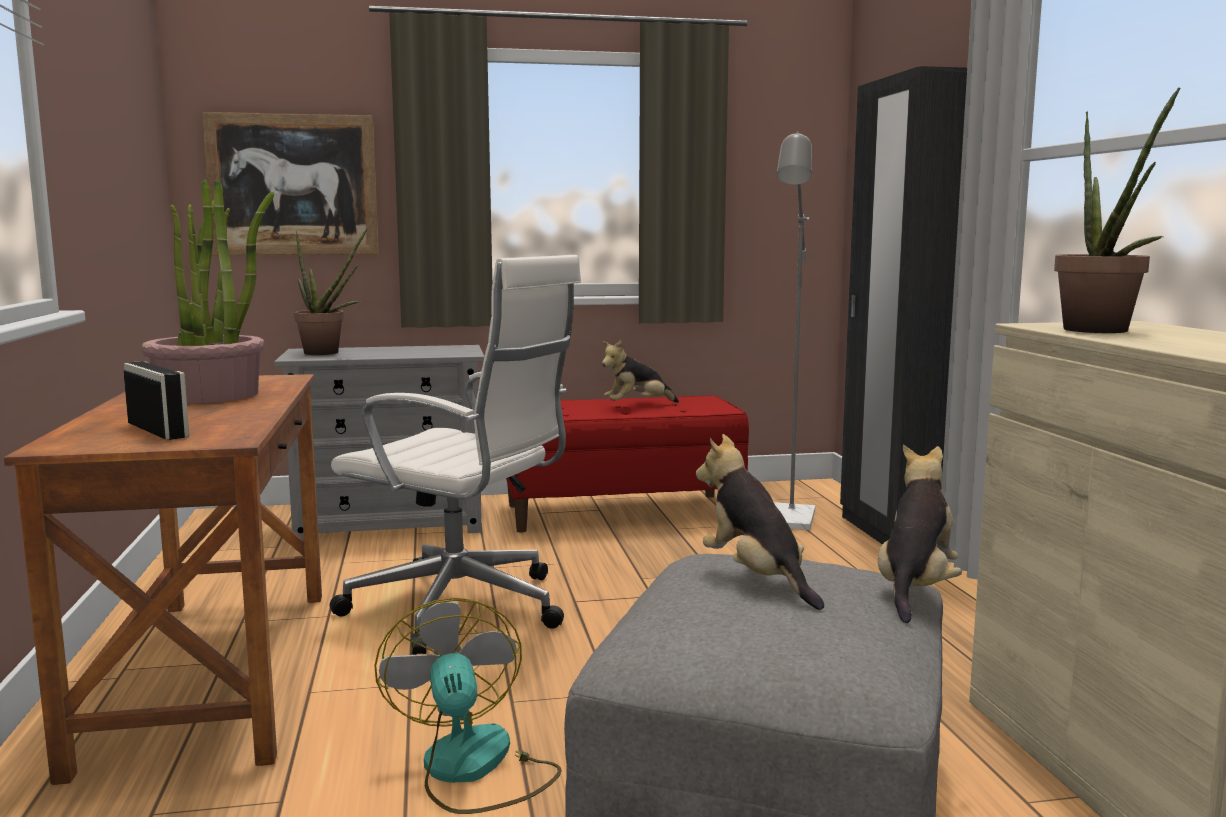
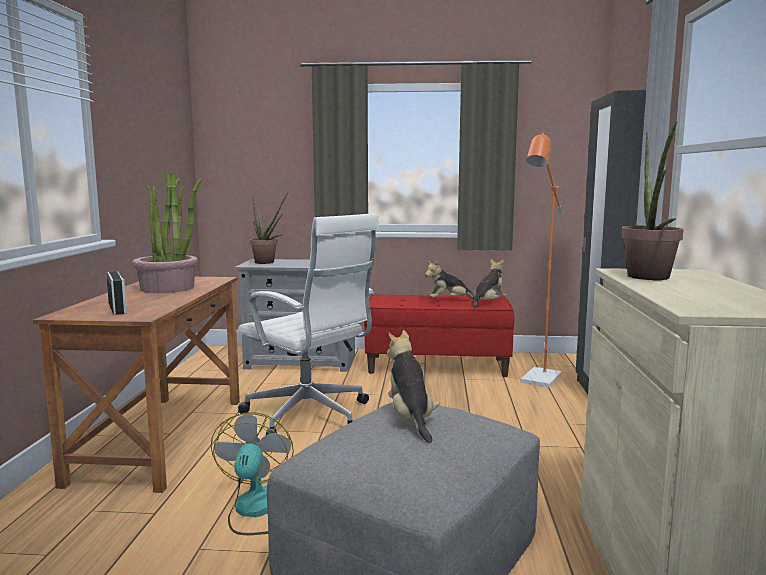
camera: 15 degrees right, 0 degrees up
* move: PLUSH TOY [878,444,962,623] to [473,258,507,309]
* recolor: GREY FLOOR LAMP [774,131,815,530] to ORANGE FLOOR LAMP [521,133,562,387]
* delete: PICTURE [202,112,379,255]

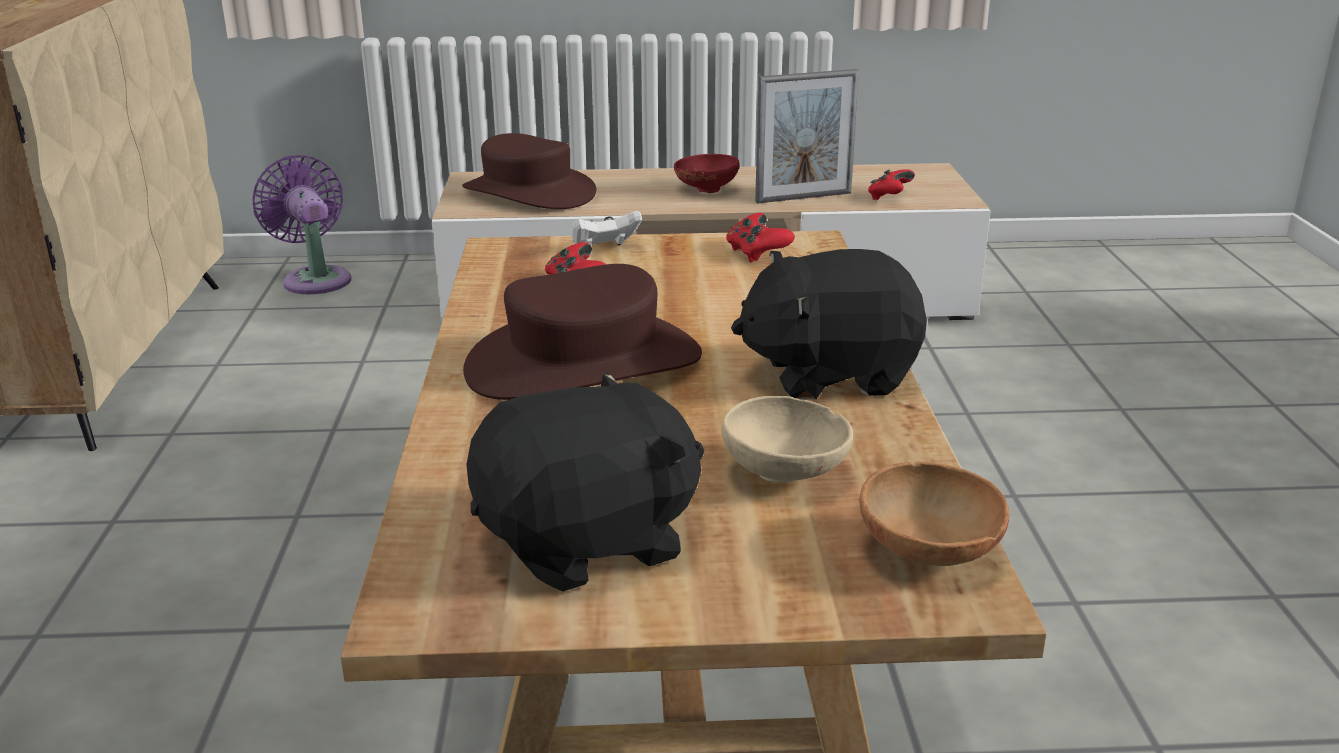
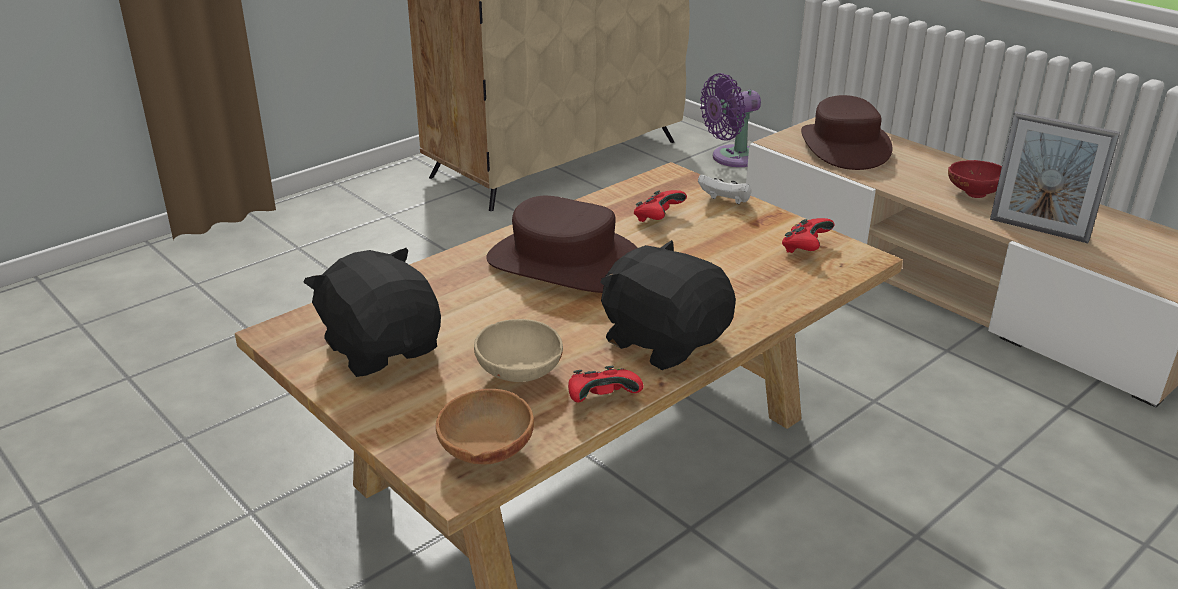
camera: 50 degrees right, 5 degrees up
* rotate: BLACK PLUSH TOY [466,370,704,592] = [303,248,441,377] 150 degrees counterclockwise
* move: RED GAME CONTROLLER [868,169,915,200] to [568,366,644,402]
* rotate: PURPLE FAN [253,155,351,294] = [700,73,761,167] 135 degrees counterclockwise

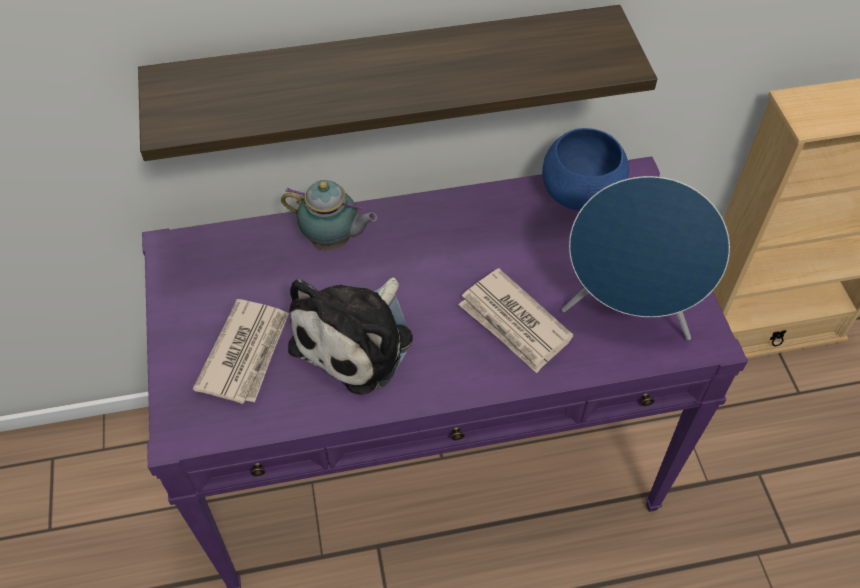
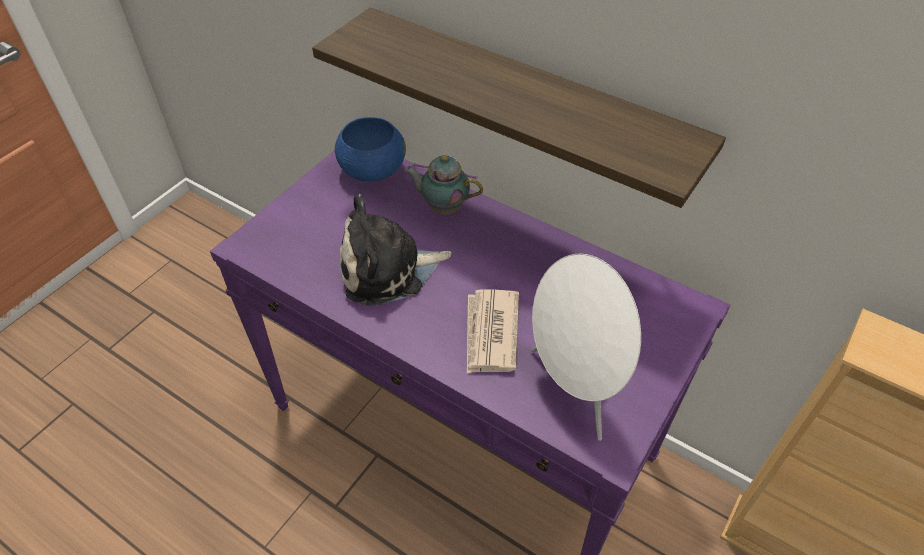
camera: 45 degrees right, 5 degrees down
* move: BLUE BOWL [542,128,629,211] to [335,117,406,181]
* rotate: TEAPOT [281,180,377,250] = [404,155,483,214] 135 degrees clockwise
* recolor: BLUE SPEAKER [562,176,730,340] to WHITE SPEAKER [531,254,641,441]
* delete: NEWSPAPER [193,299,289,404]

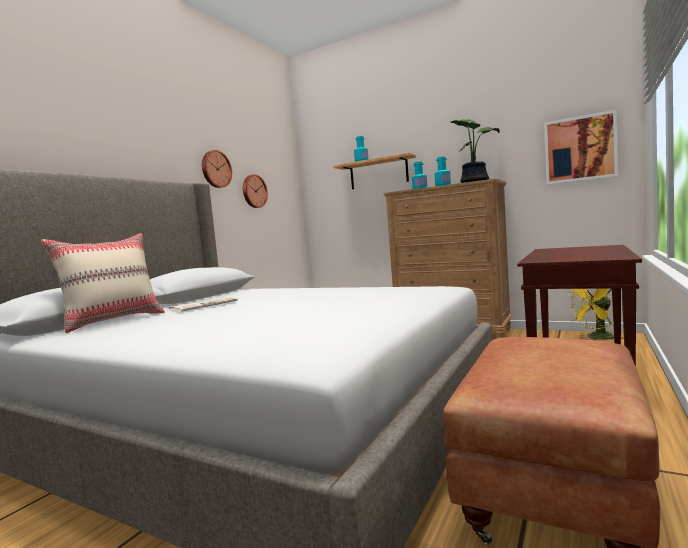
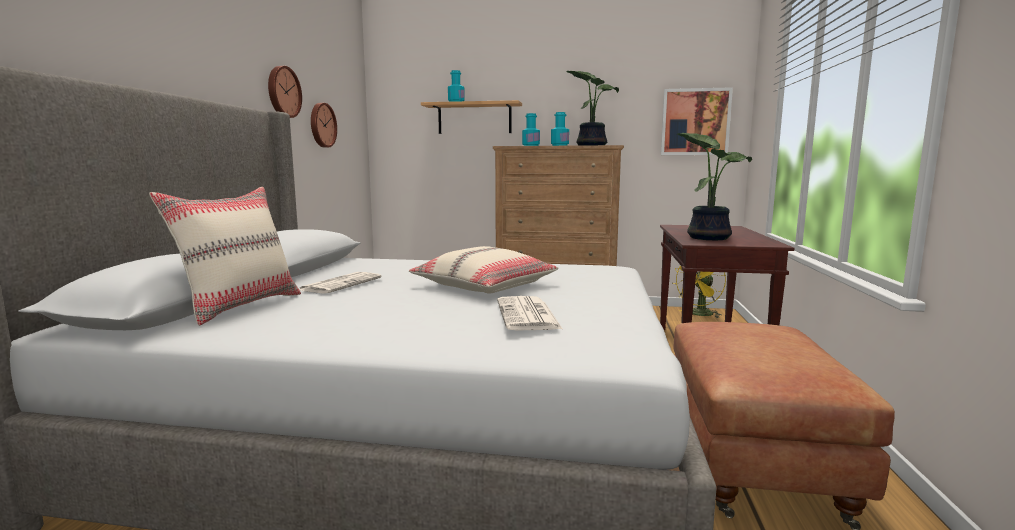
camera: 20 degrees left, 5 degrees up
* insert: BEIGE PILLOW [409,246,559,294]
* insert: NEWSPAPER [497,296,563,330]
* insert: POTTED PLANT [677,133,752,240]

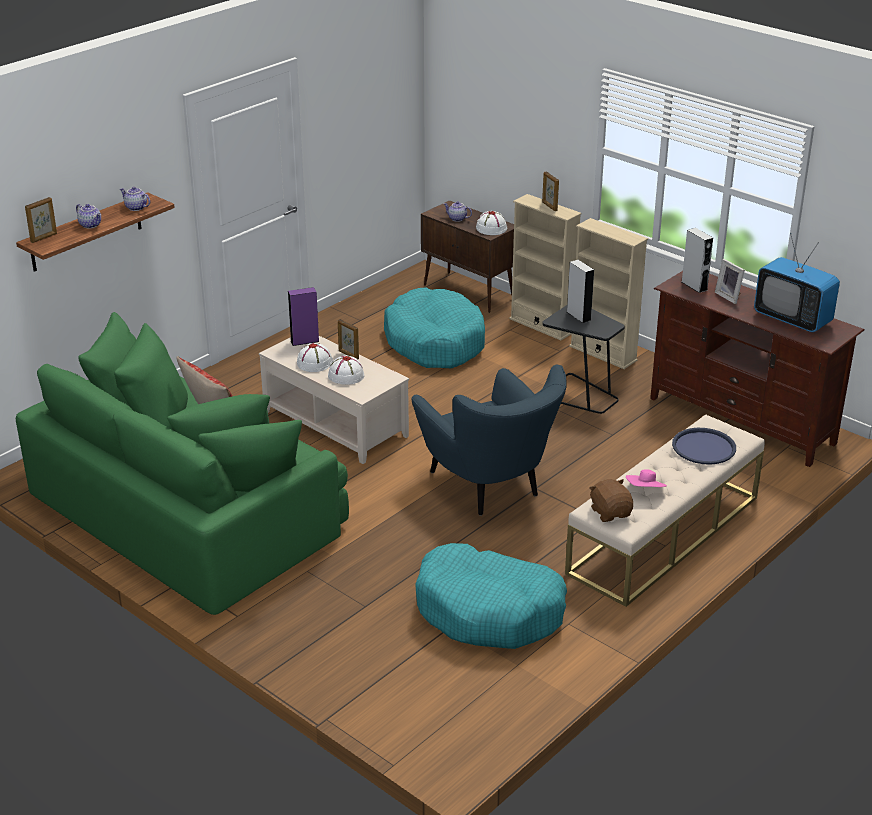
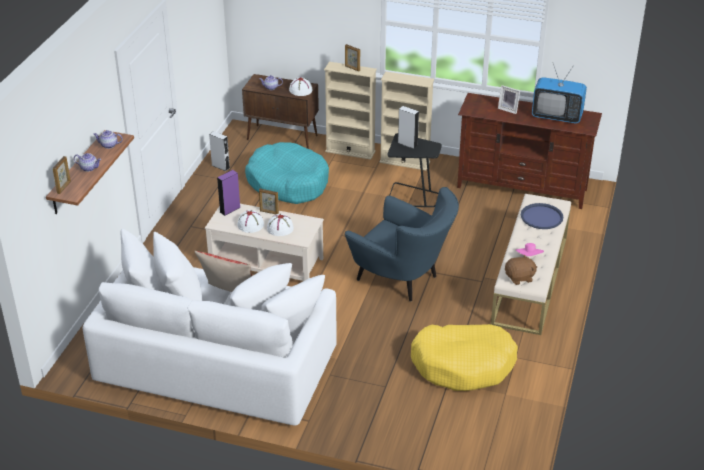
camera: 25 degrees left, 5 degrees up
* recolor: GREEN SOFA [16,312,349,615] to WHITE SOFA [83,229,337,425]
* move: GREY SPEAKER [682,228,713,293] to [209,131,230,171]
* recolor: TURQUOISE DOG BED [415,543,567,649] to YELLOW DOG BED [411,324,518,391]
* rotate: BROWN PLUSH TOY [589,479,633,522] = [505,254,537,285] 120 degrees clockwise

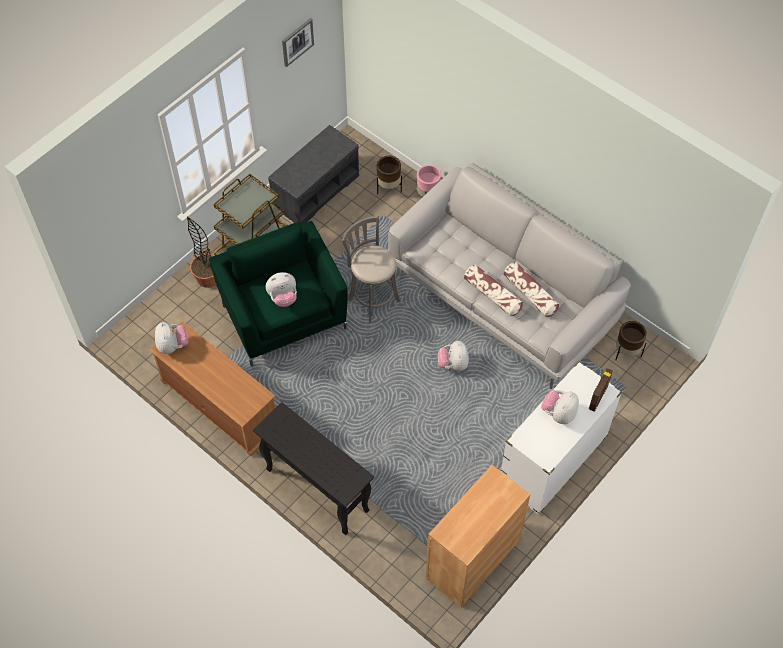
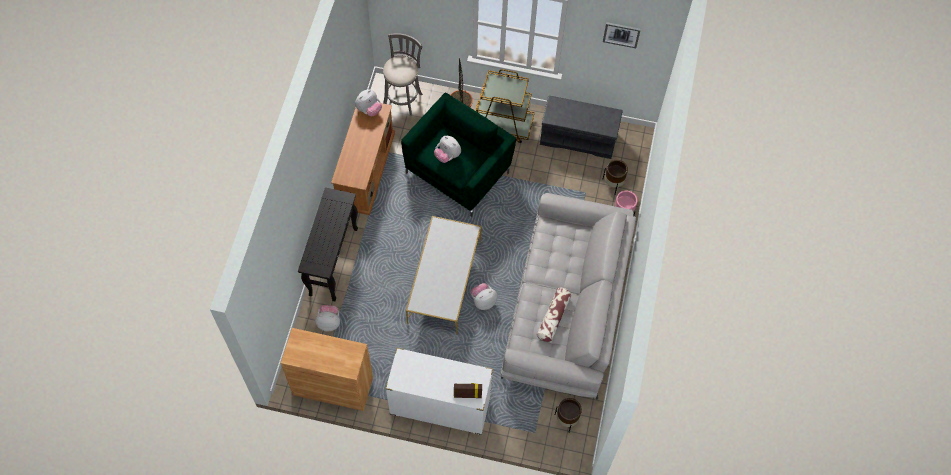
camera: 60 degrees right, 5 degrees up
* move: PLUSH TOY [541,390,579,424] to [315,305,340,331]
* move: GREY STOOL [342,216,401,323] to [383,33,423,116]
* insert: WHITE COFFEE TABLE [406,216,482,335]
* delete: PILLOW [464,264,523,316]

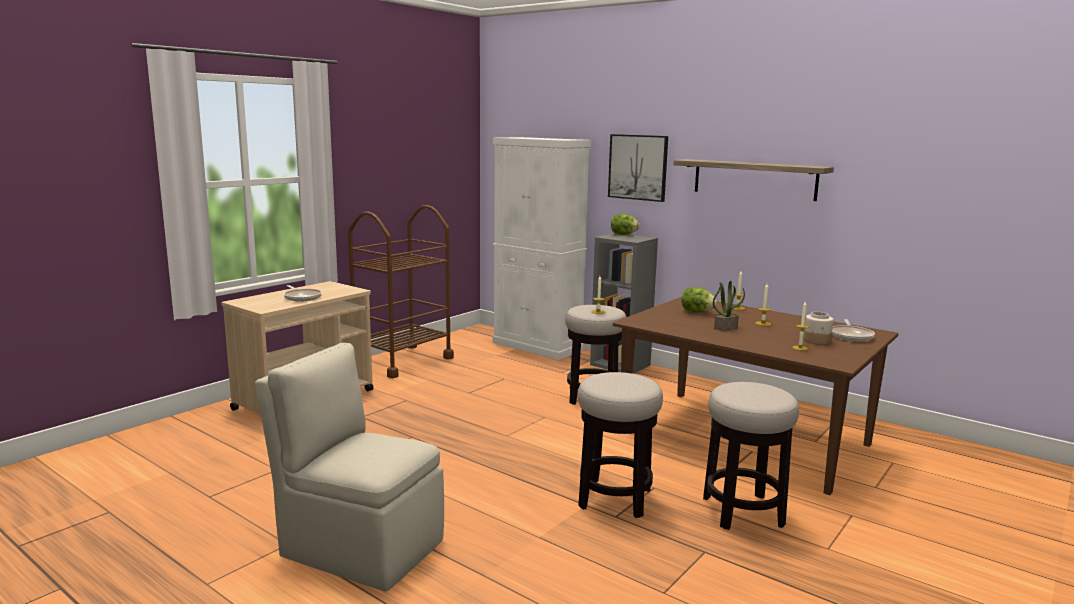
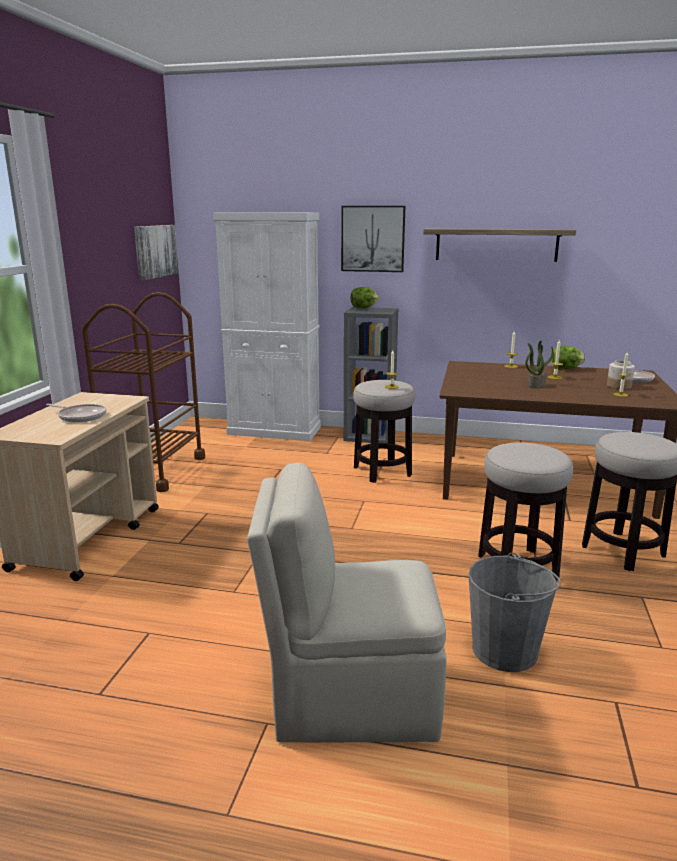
camera: 25 degrees left, 5 degrees up
* insert: PICTURE [134,225,179,281]
* insert: GREY BUCKET [469,552,561,672]
* move: LETTUCE [682,287,717,312] to [552,346,585,369]

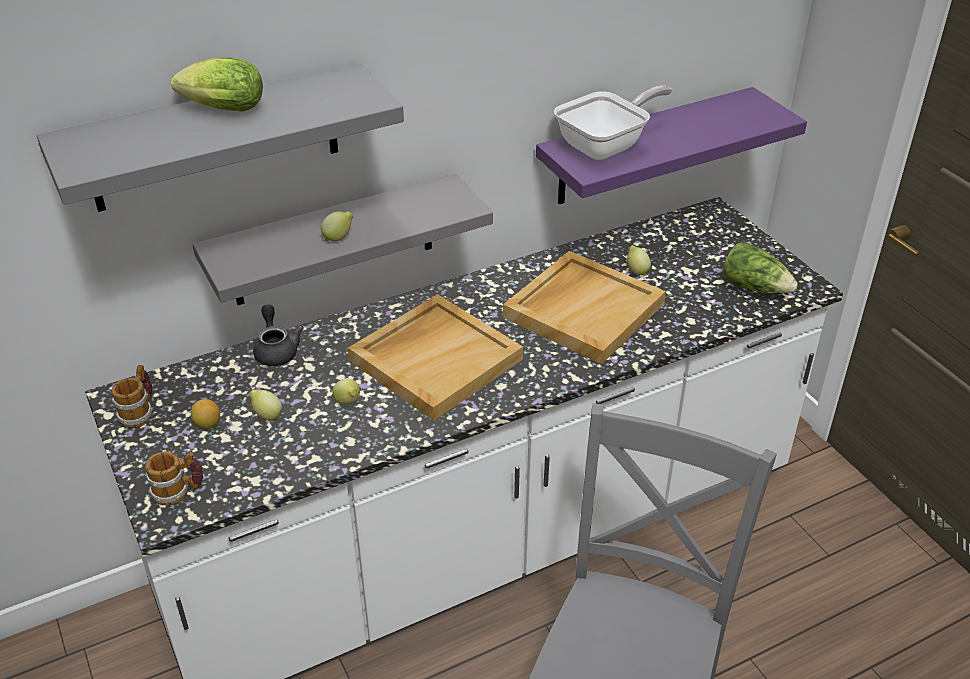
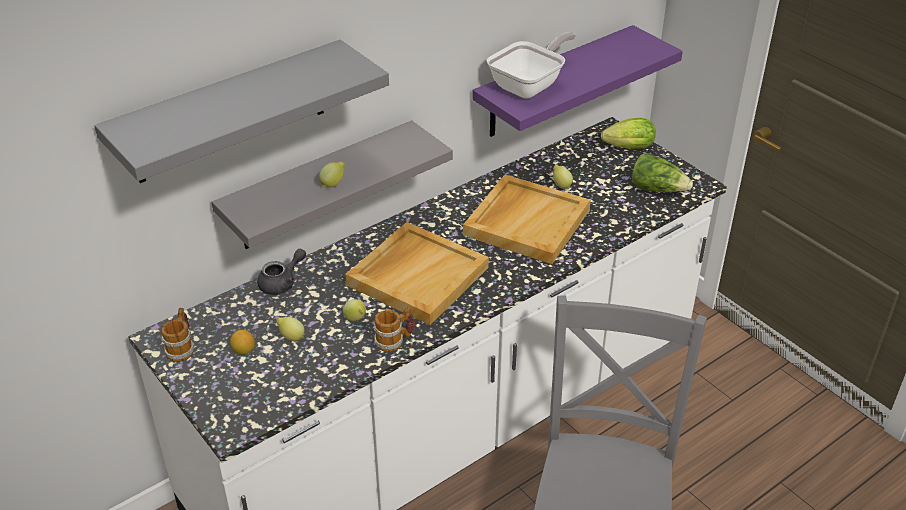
camera: 10 degrees left, 0 degrees up
* rotate: GREY TEAPOT [253,305,304,366] = [257,248,306,295] 75 degrees clockwise
* move: MUG [145,451,204,506] to [374,307,415,352]
* move: LETTUCE [171,57,263,112] to [601,118,656,149]

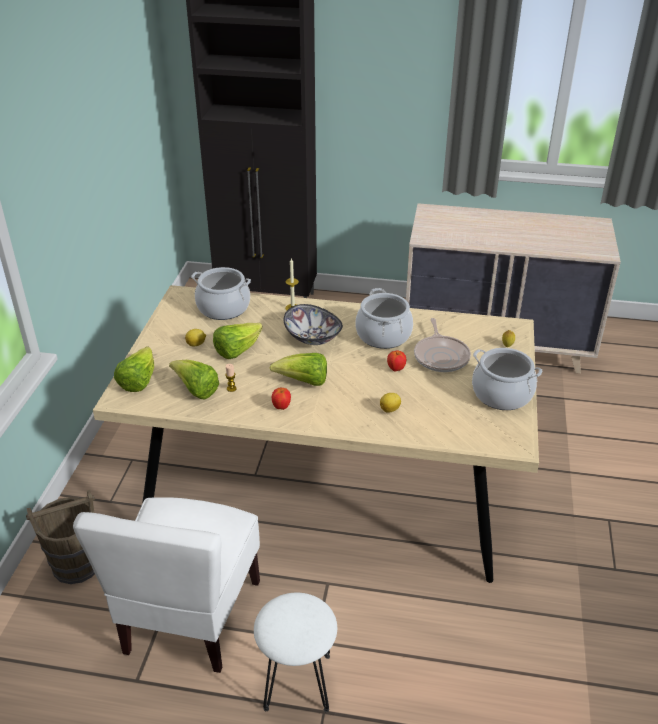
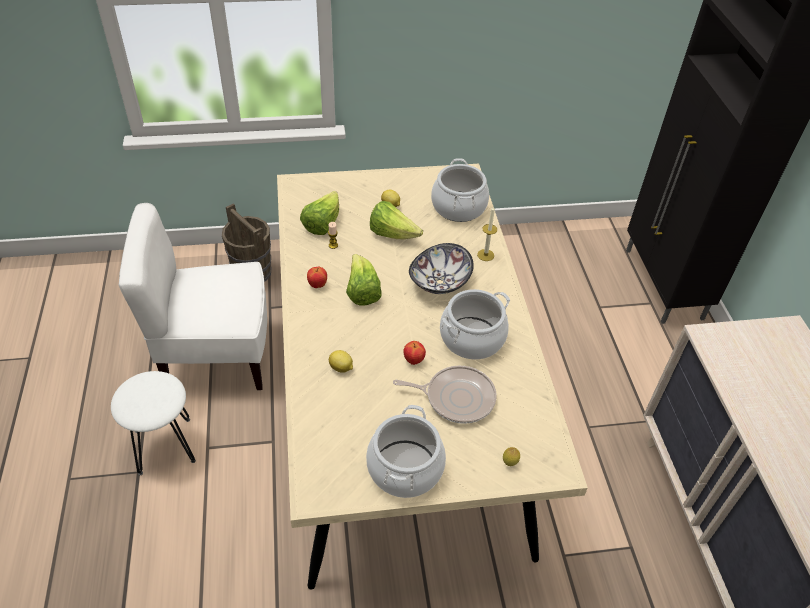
camera: 70 degrees right, 10 degrees up
* rotate: FRYING PAN [414,318,471,372] = [393,366,497,424] 150 degrees counterclockwise
* delete: LETTUCE [114,346,154,392]

